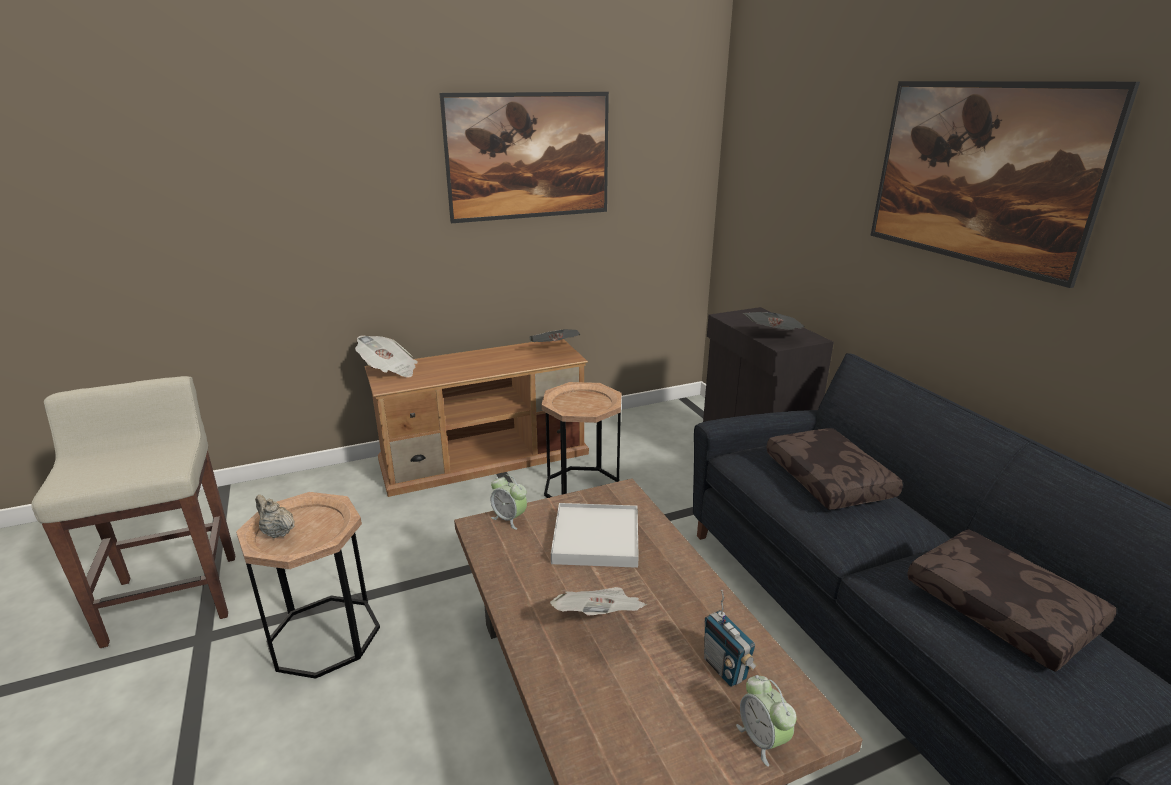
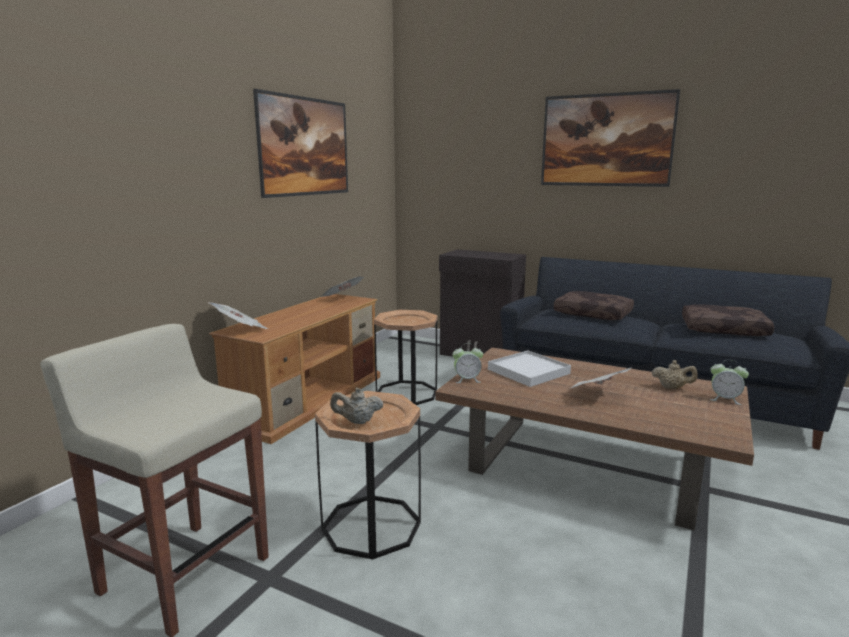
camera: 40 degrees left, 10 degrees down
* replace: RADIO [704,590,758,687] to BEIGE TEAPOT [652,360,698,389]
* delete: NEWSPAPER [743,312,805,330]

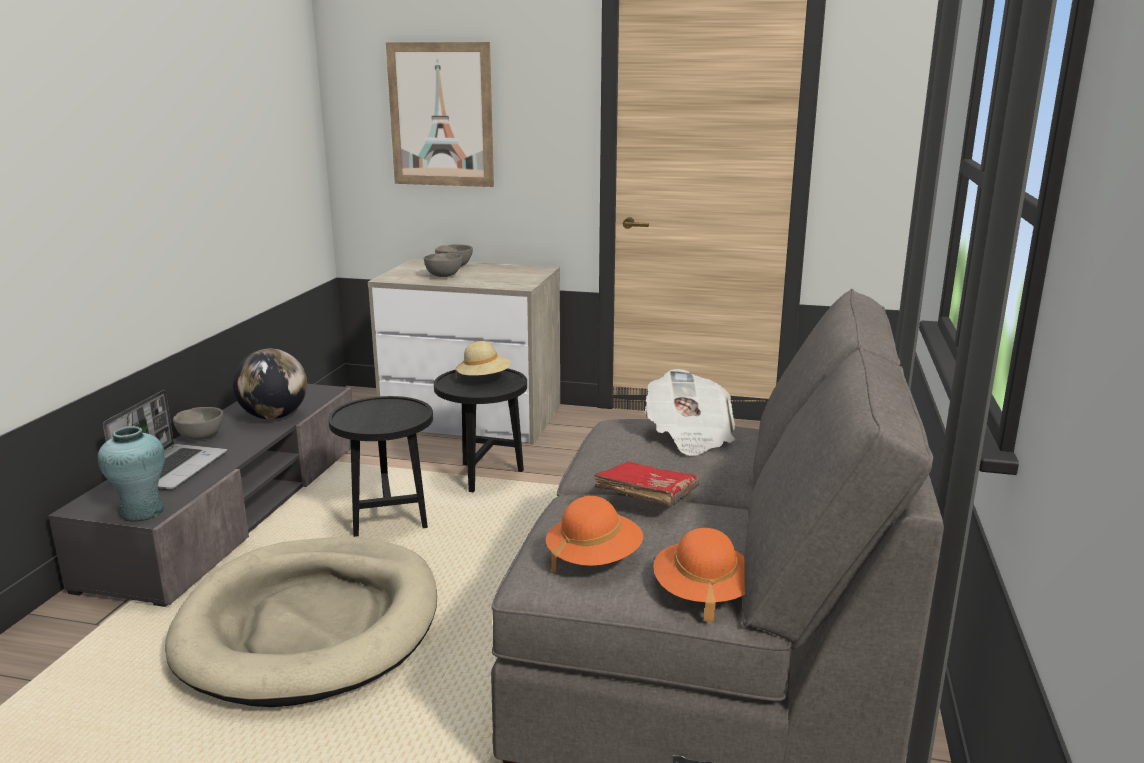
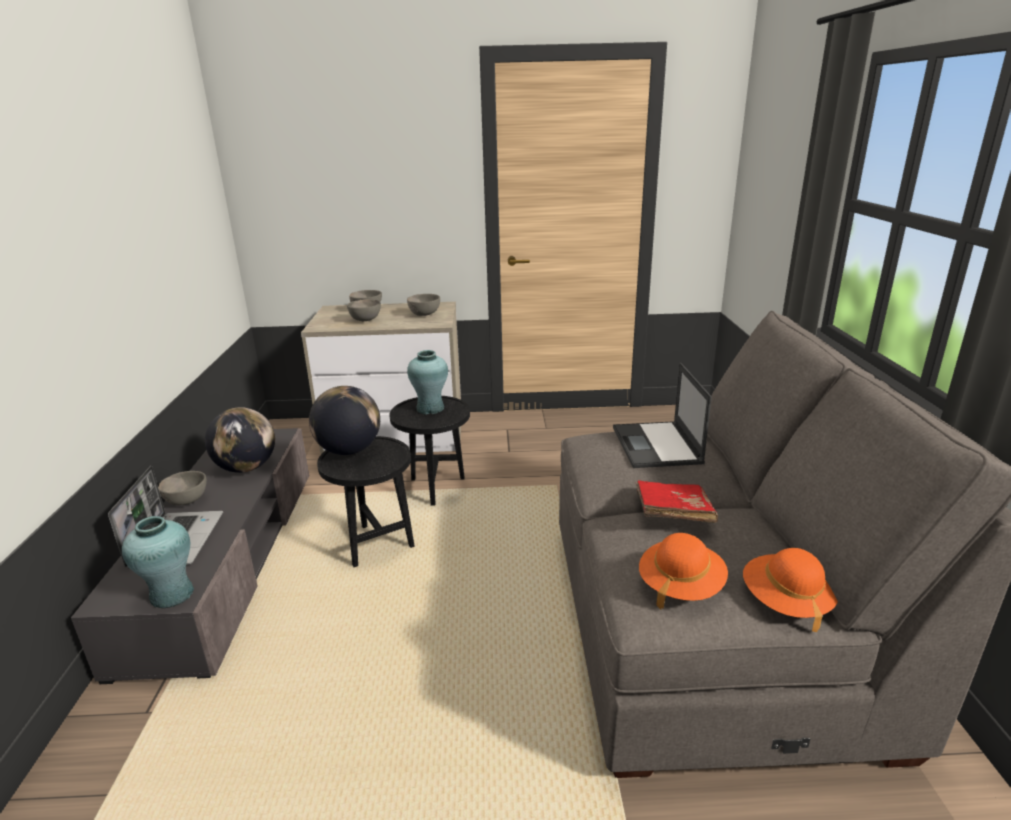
camera: 15 degrees left, 5 degrees up
* insert: GLOBE [309,386,380,455]
* insert: GREY BOWL [407,294,440,316]
* replace: BEIGE HAT [456,341,511,378] to TURQUOISE VASE [407,350,448,415]
* replace: NEWSPAPER [644,369,735,456] to LAPTOP [613,363,712,468]
* delete: BEIGE DOG BED [165,537,437,707]
* delete: PICTURE [386,42,494,187]

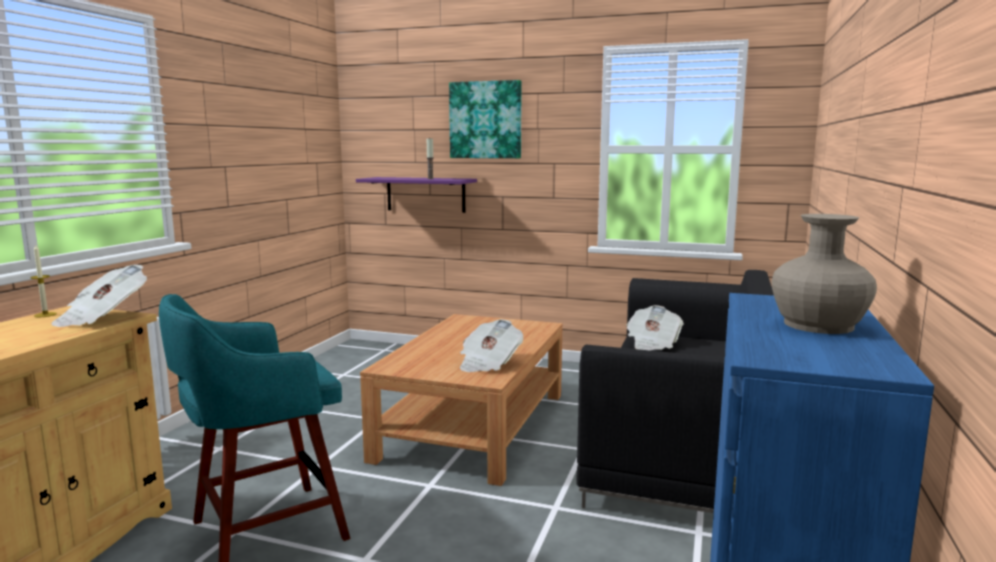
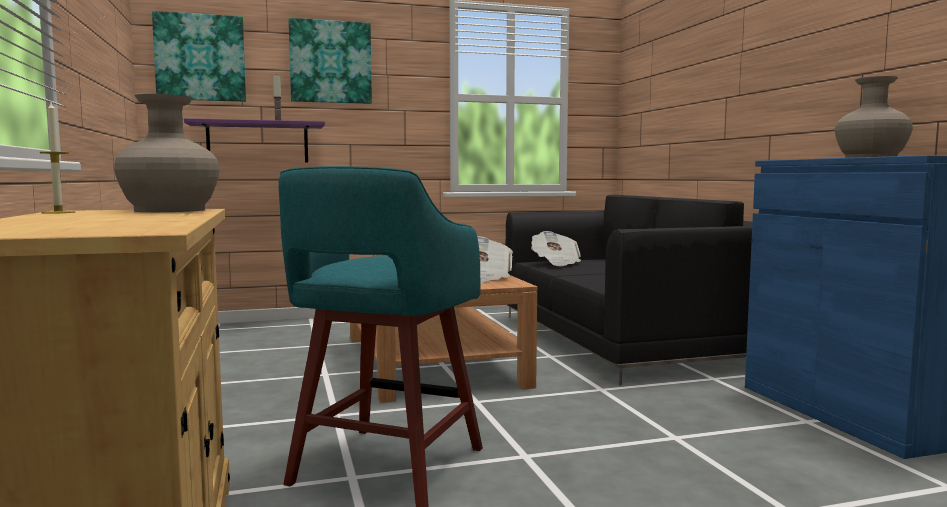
camera: 35 degrees left, 5 degrees down
* replace: NEWSPAPER [51,264,147,327] to BEIGE VASE [114,94,219,212]
* insert: PICTURE [152,11,246,102]

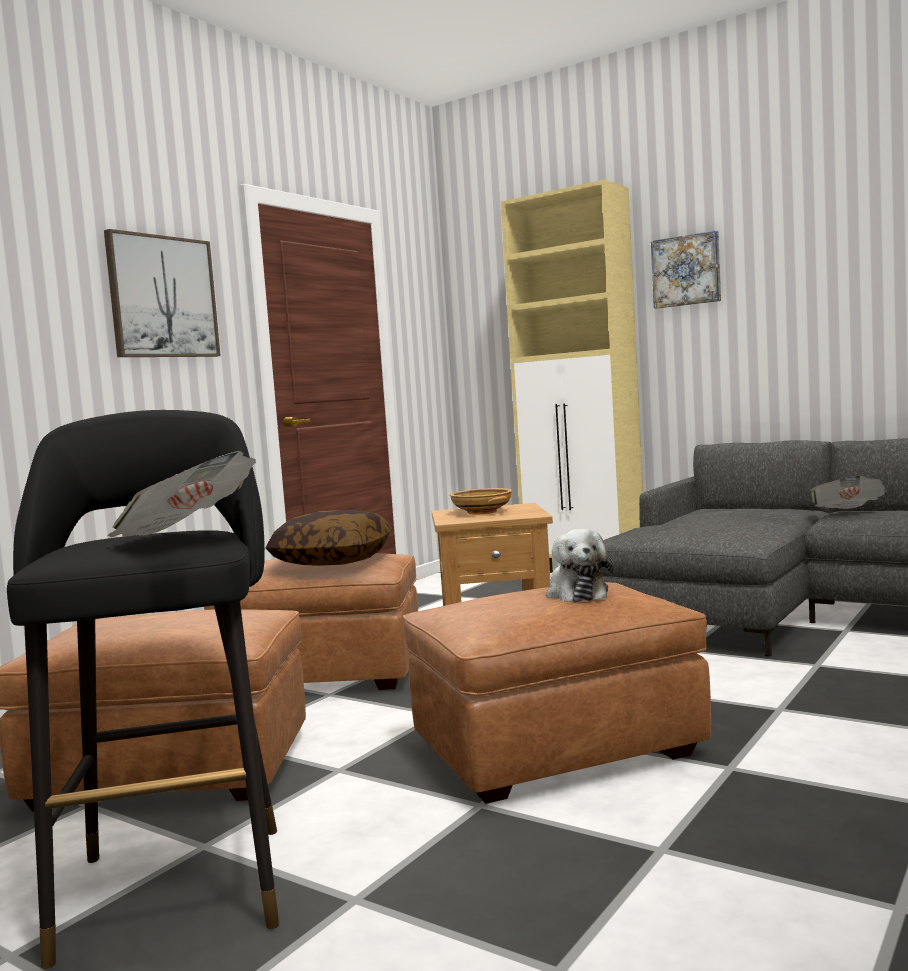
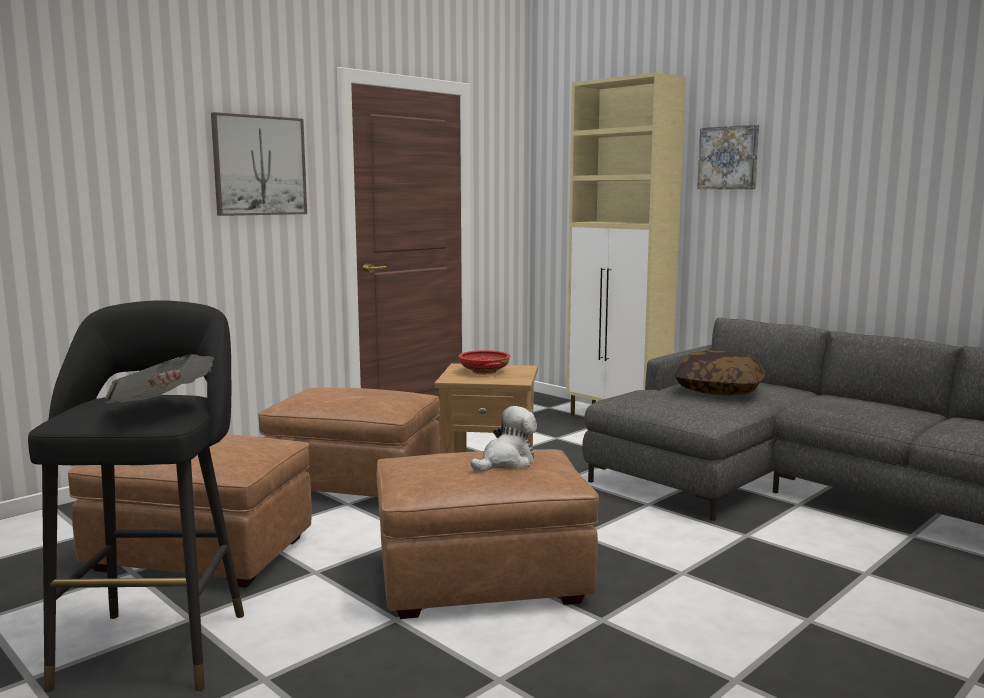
camera: 10 degrees right, 5 degrees up
* recolor: BEIGE BOWL [450,488,512,514] to RED BOWL [459,350,510,374]
* rotate: PLUSH TOY [546,529,614,602] = [471,406,537,471] 135 degrees counterclockwise
* move: PILLOW [265,510,392,566] to [674,350,765,395]
* delete: NEWSPAPER [811,476,886,509]

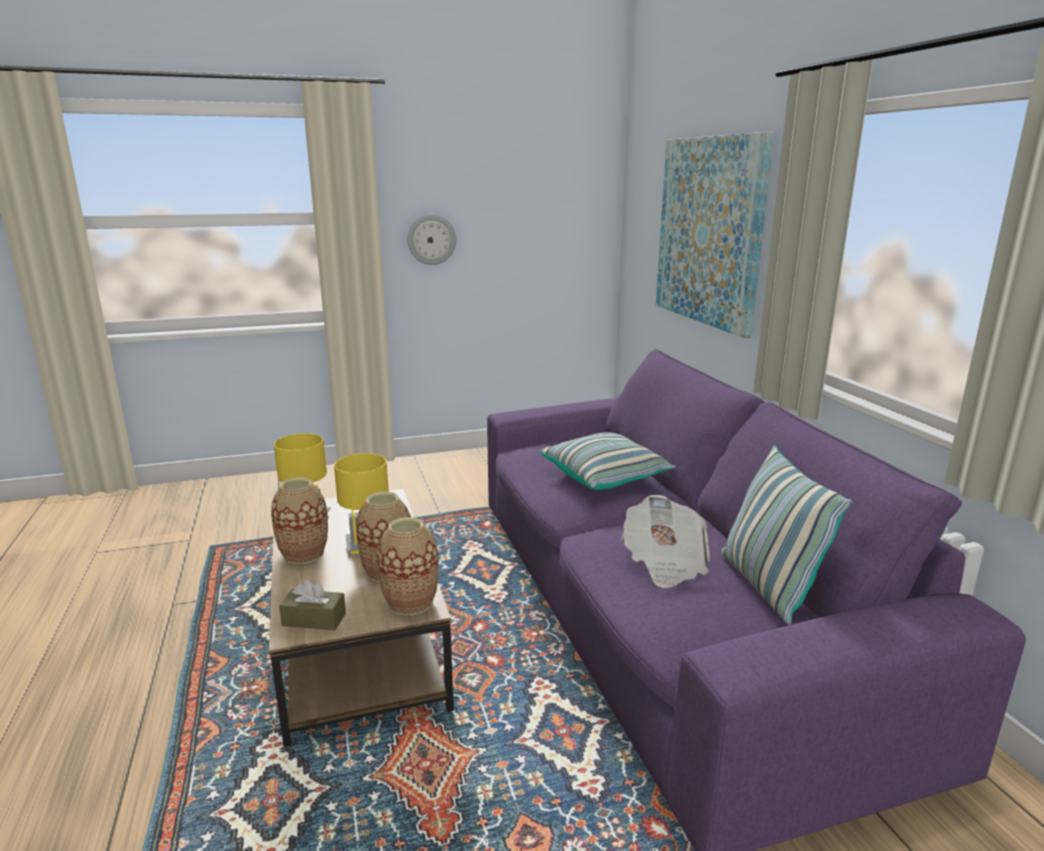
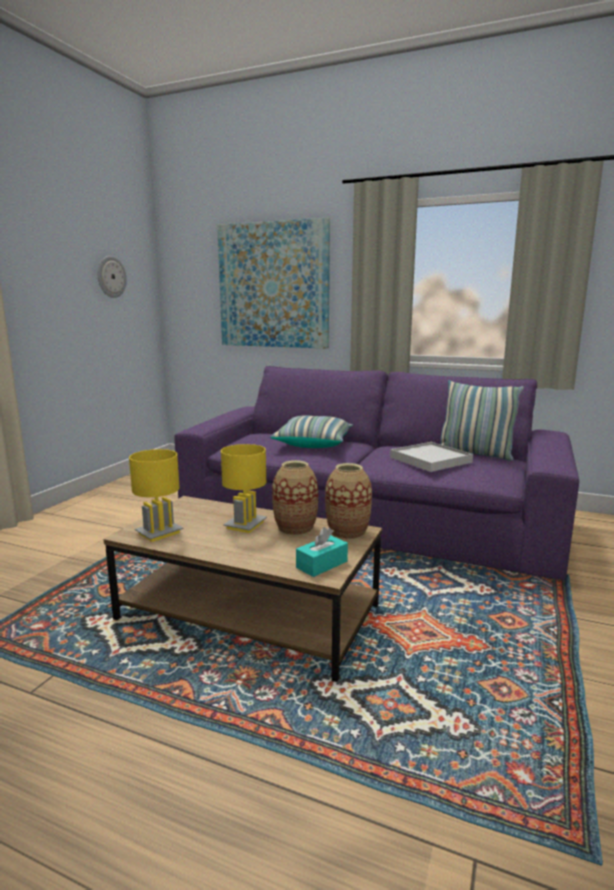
camera: 50 degrees left, 5 degrees down
* move: WALL CLOCK [407,214,456,265] to [97,256,127,298]
* recolor: BROWN TISSUE BOX [279,580,346,631] to TURQUOISE TISSUE BOX [296,527,348,577]
* replace: NEWSPAPER [622,495,709,588] to WHITE TRAY [390,442,473,472]
* delete: VASE [271,477,328,564]

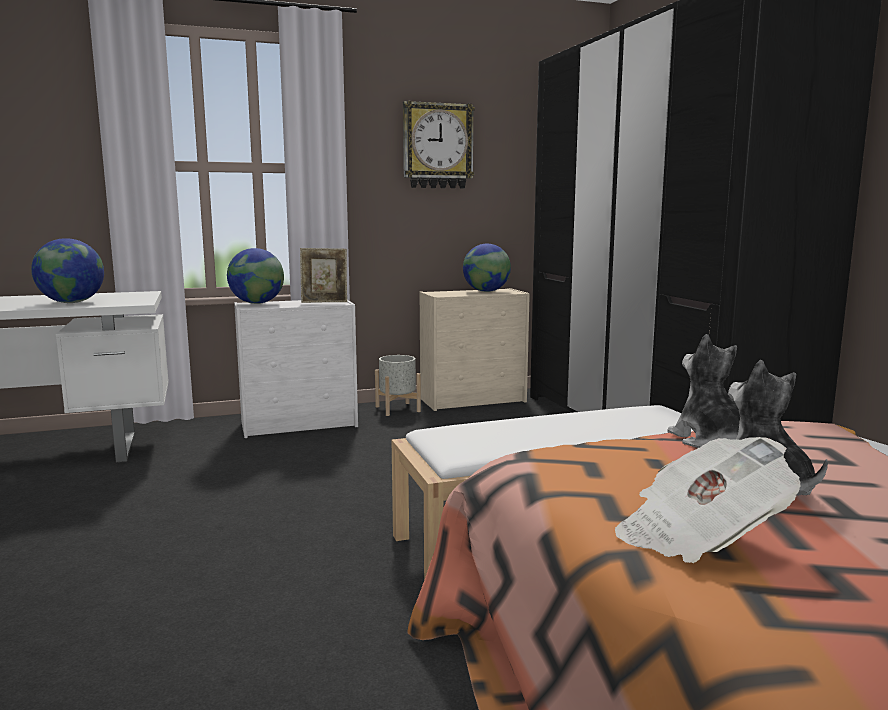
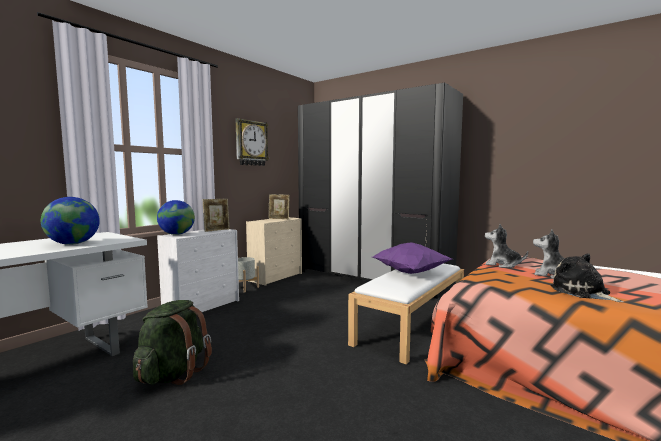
camera: 35 degrees left, 5 degrees down
* insert: GREEN BACKPACK [133,300,212,385]
* replace: GLOBE [463,244,511,292] to PICTURE FRAME [269,194,290,219]
* insert: PURPLE PILLOW [372,242,452,274]
* replace: NEWSPAPER [615,437,800,563] to PLUSH TOY [551,254,624,302]

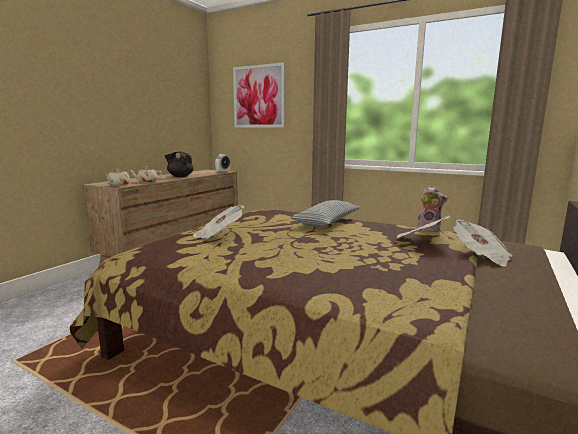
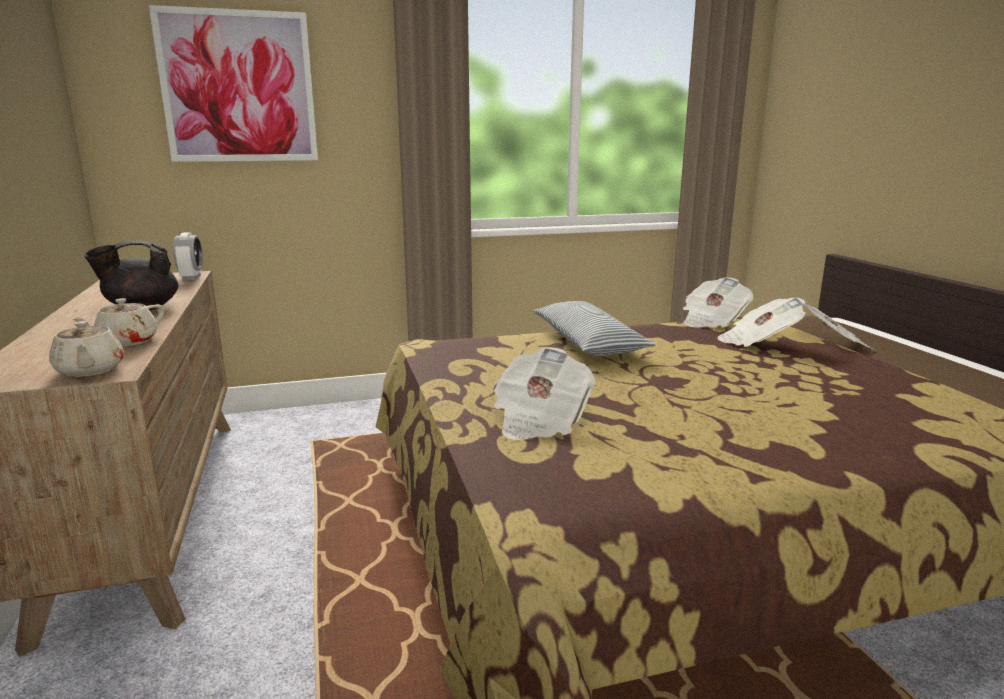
camera: 45 degrees left, 5 degrees up
* replace: PLUSH TOY [416,187,448,232] to NEWSPAPER [683,277,754,327]

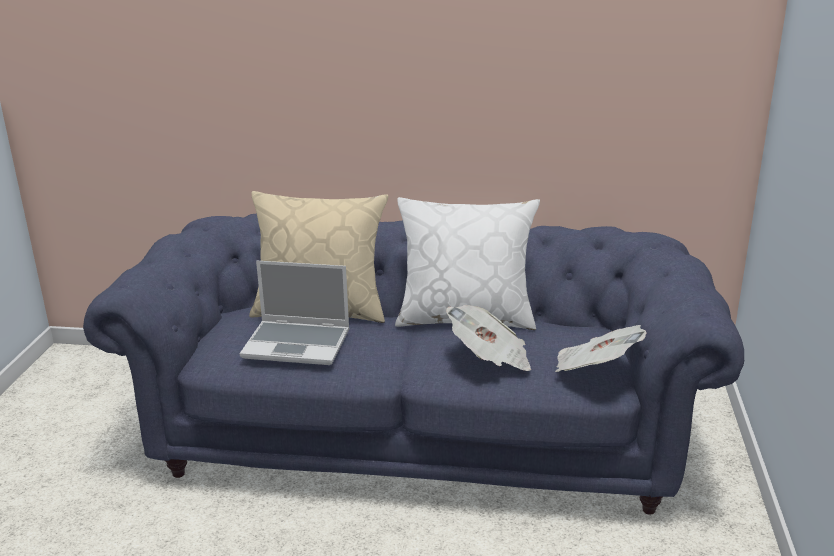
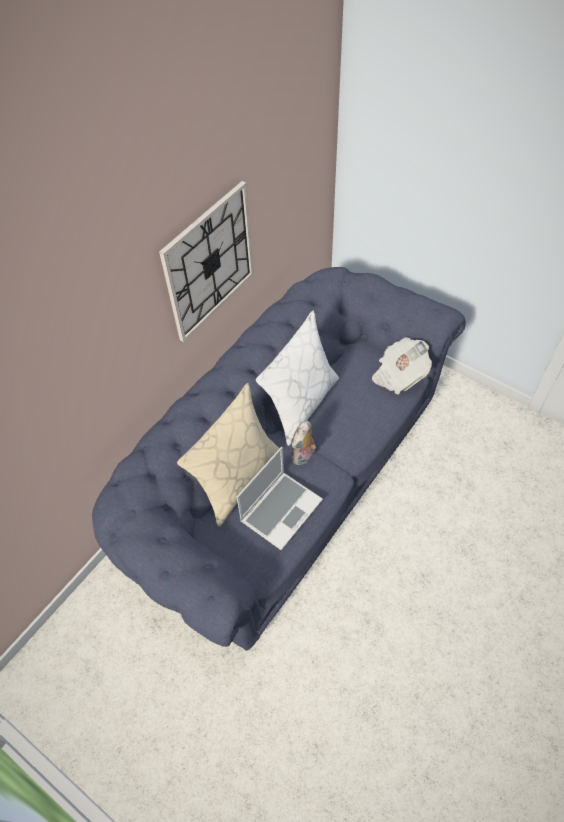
camera: 60 degrees left, 30 degrees up
* insert: WALL CLOCK [159,181,254,342]
* insert: PLUSH TOY [291,421,316,465]
* delete: NEWSPAPER [446,305,531,371]

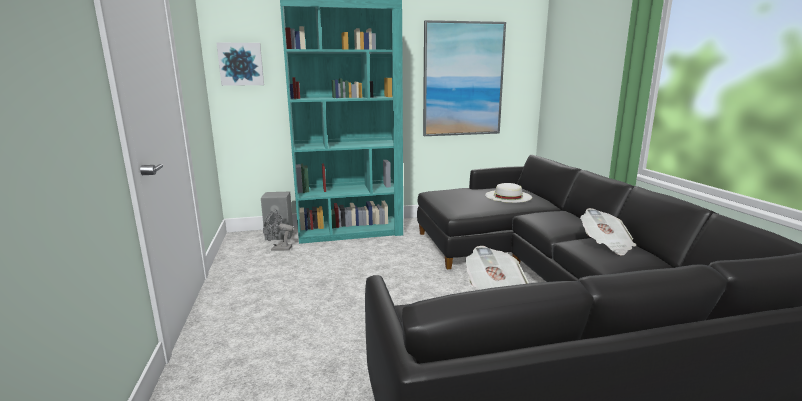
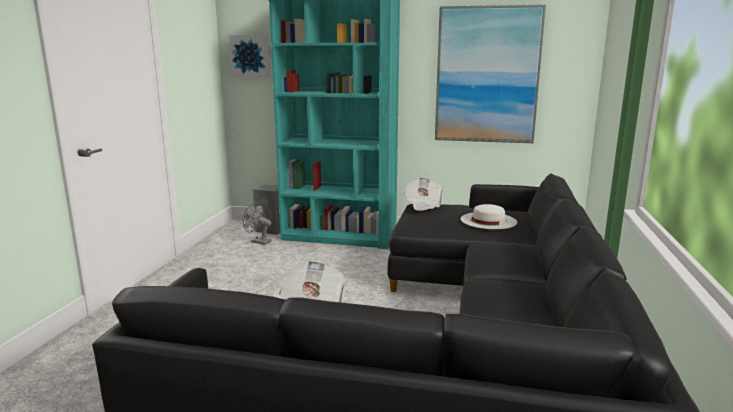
camera: 25 degrees right, 0 degrees up
* move: NEWSPAPER [580,208,636,256] to [404,177,444,211]

